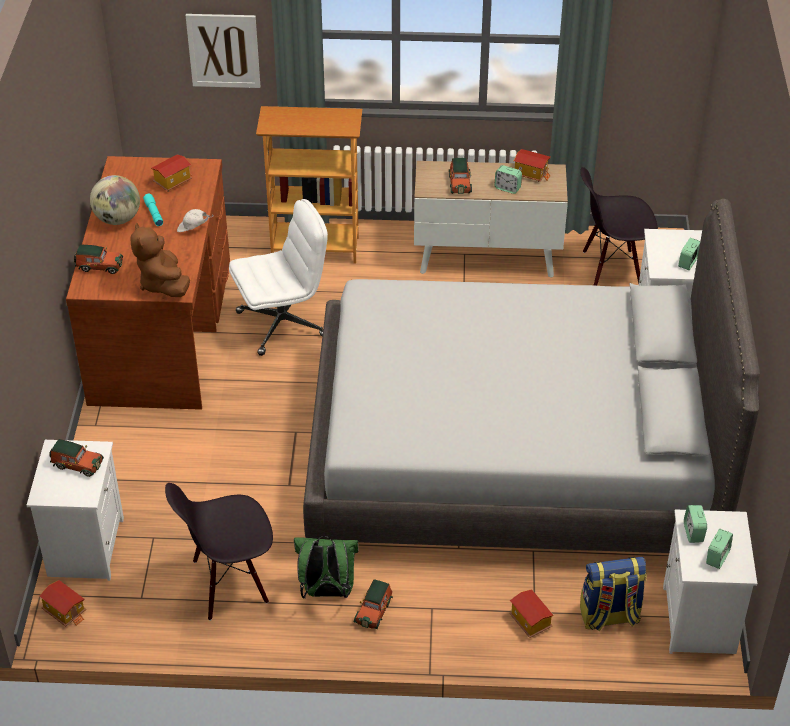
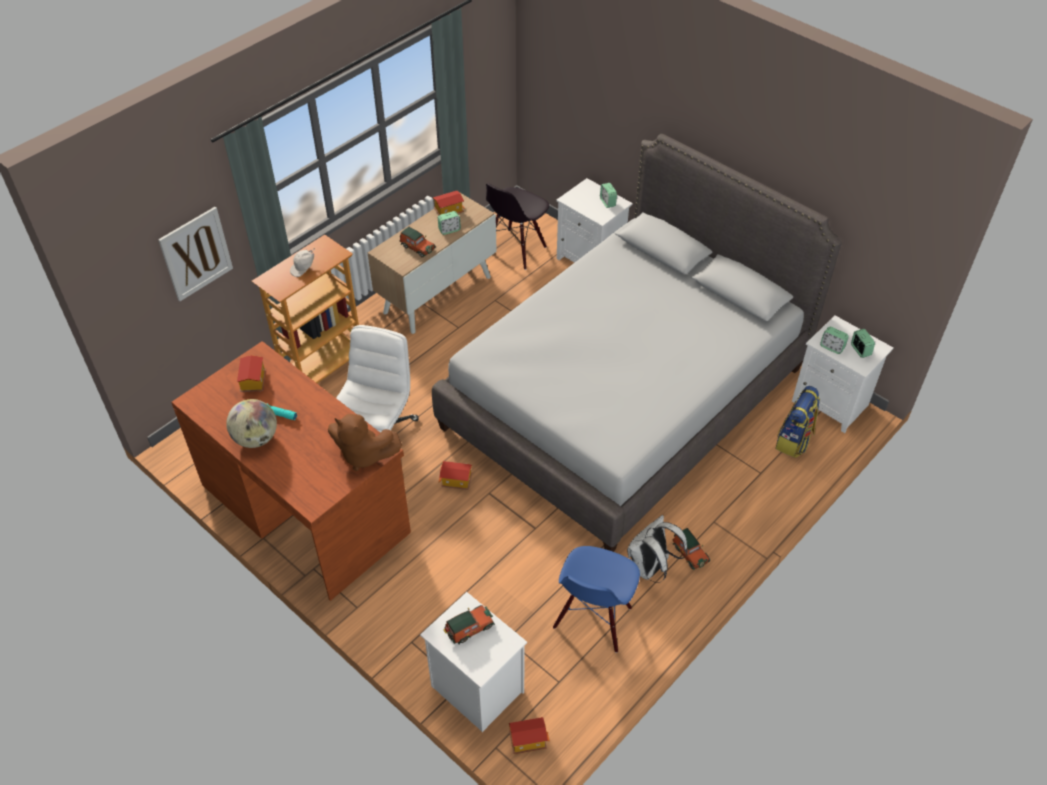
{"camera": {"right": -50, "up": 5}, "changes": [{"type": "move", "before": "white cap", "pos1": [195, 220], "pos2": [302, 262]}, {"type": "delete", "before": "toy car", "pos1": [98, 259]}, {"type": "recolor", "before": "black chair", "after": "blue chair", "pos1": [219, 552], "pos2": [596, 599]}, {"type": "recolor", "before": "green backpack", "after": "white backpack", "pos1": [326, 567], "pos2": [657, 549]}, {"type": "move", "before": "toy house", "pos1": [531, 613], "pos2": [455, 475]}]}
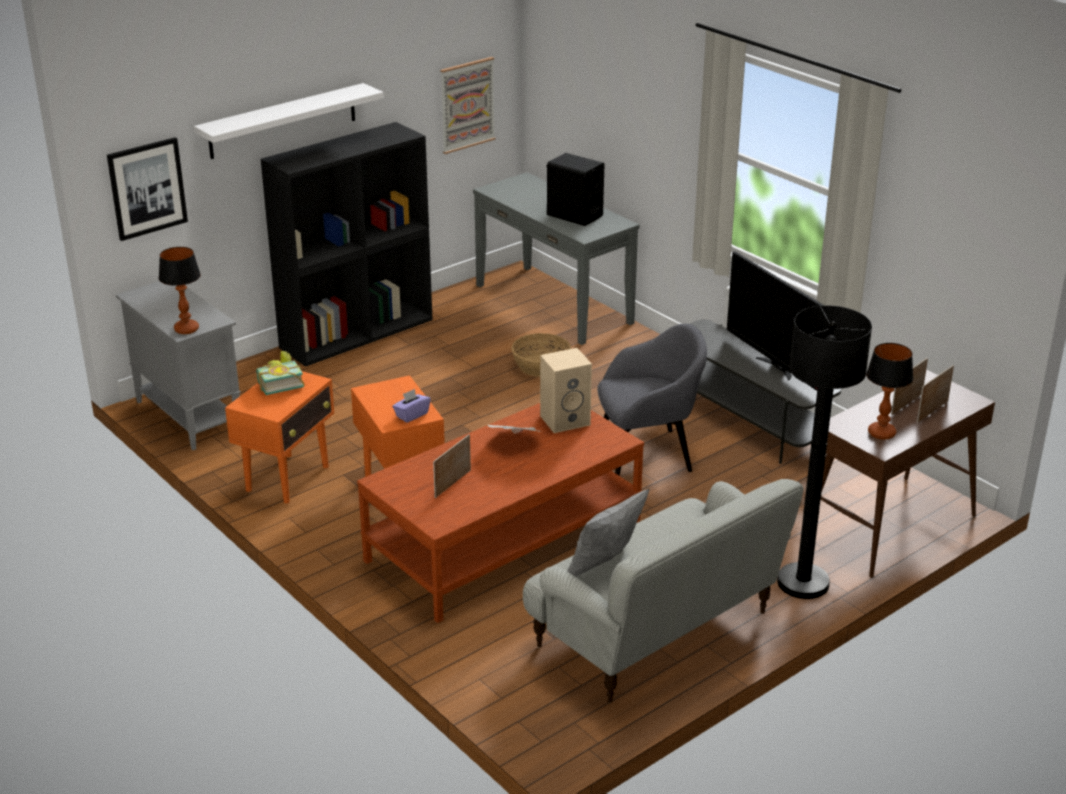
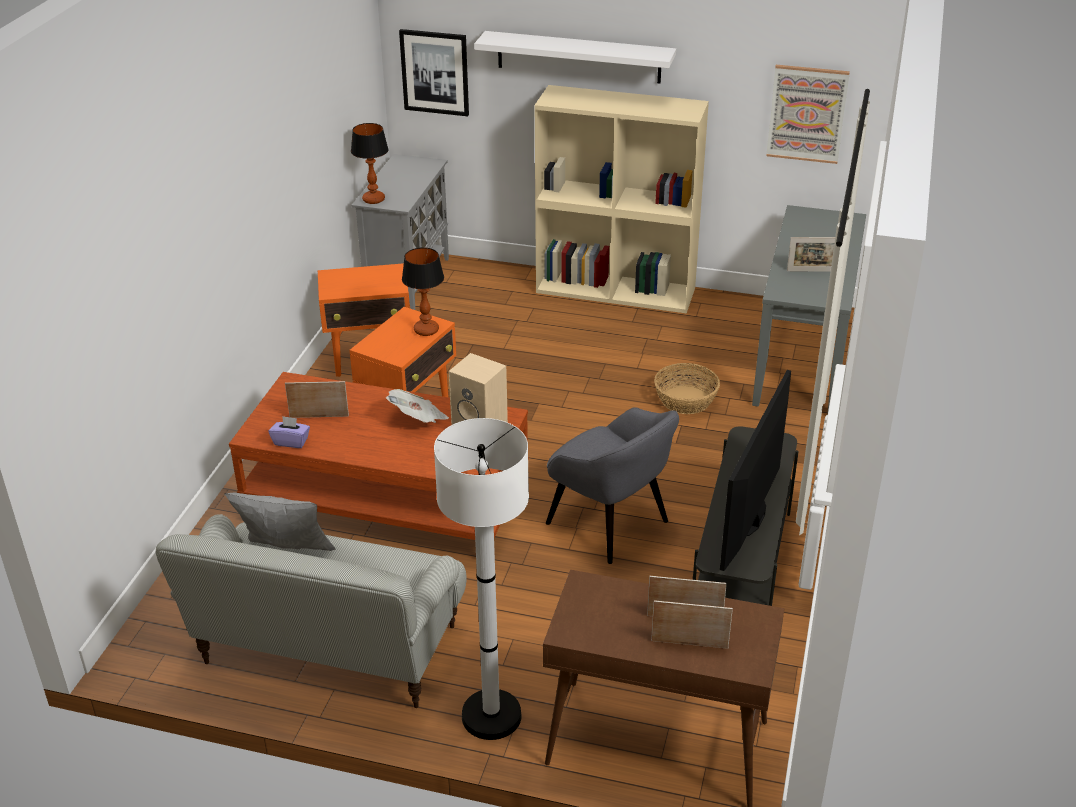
{"camera": {"right": 55, "up": 5}, "changes": [{"type": "recolor", "before": "black bookcase", "after": "beige bookcase", "pos1": [347, 244], "pos2": [622, 199]}, {"type": "replace", "before": "black speaker", "after": "picture frame", "pos1": [575, 189], "pos2": [811, 254]}, {"type": "recolor", "before": "black floor lamp", "after": "white floor lamp", "pos1": [824, 452], "pos2": [481, 579]}, {"type": "move", "before": "table lamp", "pos1": [890, 391], "pos2": [423, 291]}, {"type": "delete", "before": "book", "pos1": [280, 373]}, {"type": "move", "before": "purple tissue box", "pos1": [411, 406], "pos2": [289, 432]}]}
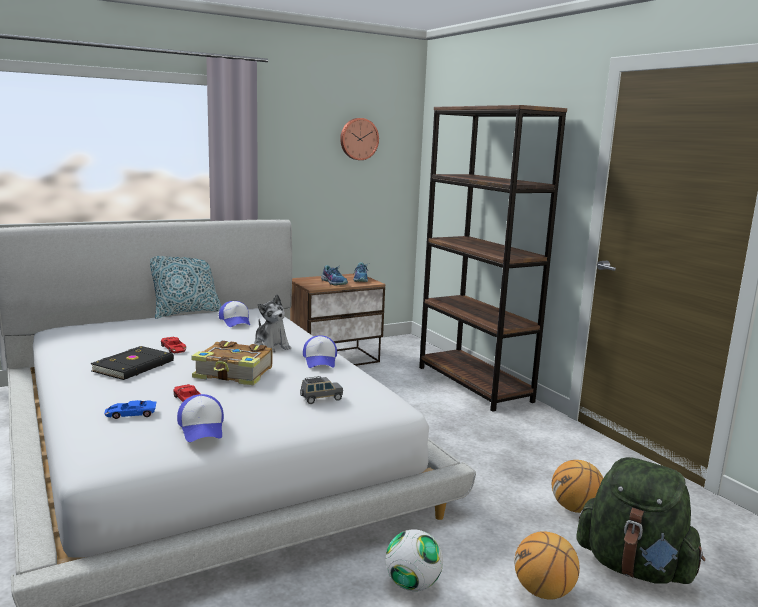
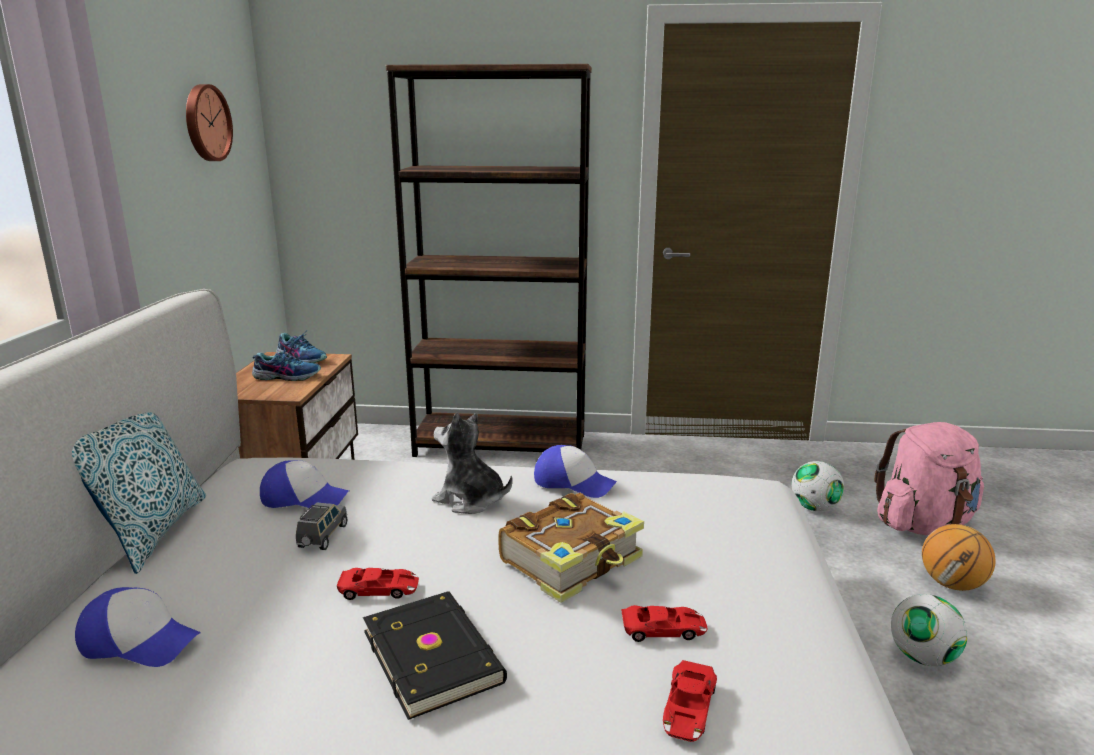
{"camera": {"right": -55, "up": 5}, "changes": [{"type": "rotate", "before": "plush toy", "pos1": [272, 323], "pos2": [472, 463], "turn": -150}, {"type": "move", "before": "grey toy car", "pos1": [321, 390], "pos2": [321, 526]}, {"type": "move", "before": "cap", "pos1": [200, 418], "pos2": [138, 627]}, {"type": "recolor", "before": "blue toy car", "after": "red toy car", "pos1": [130, 409], "pos2": [690, 701]}, {"type": "recolor", "before": "green backpack", "after": "pink backpack", "pos1": [641, 520], "pos2": [929, 478]}, {"type": "replace", "before": "basketball", "after": "football", "pos1": [577, 486], "pos2": [818, 486]}]}
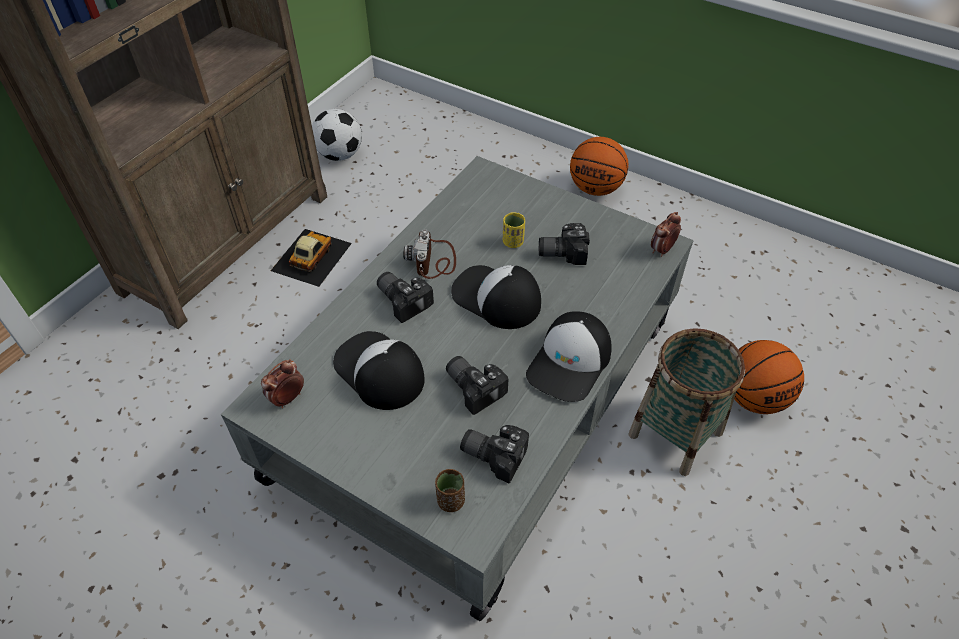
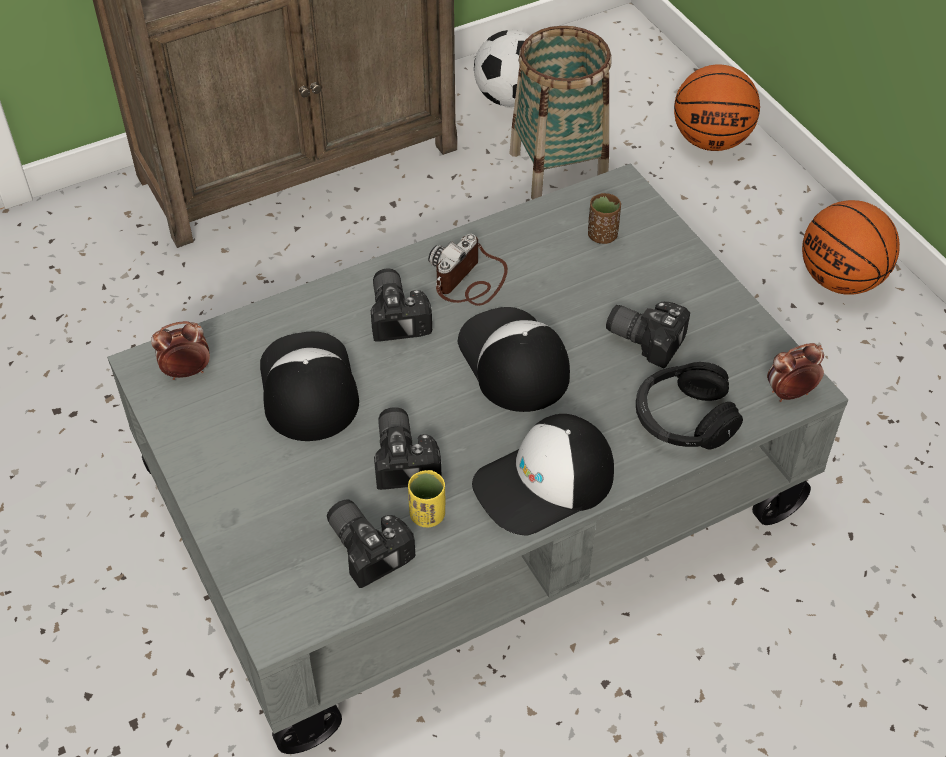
{"camera": {"right": 30, "up": 0}, "changes": [{"type": "move", "before": "yellow cup", "pos1": [514, 230], "pos2": [426, 498]}, {"type": "delete", "before": "toy car", "pos1": [311, 258]}, {"type": "move", "before": "basket", "pos1": [686, 402], "pos2": [560, 112]}, {"type": "move", "before": "basketball", "pos1": [769, 377], "pos2": [717, 108]}, {"type": "move", "before": "brown cup", "pos1": [450, 490], "pos2": [604, 218]}, {"type": "insert", "after": "black headphones", "pos2": [689, 405]}]}
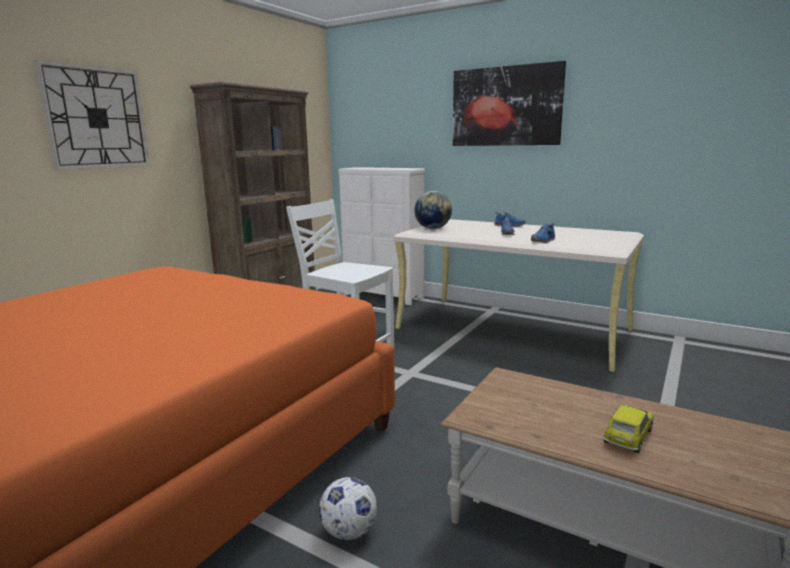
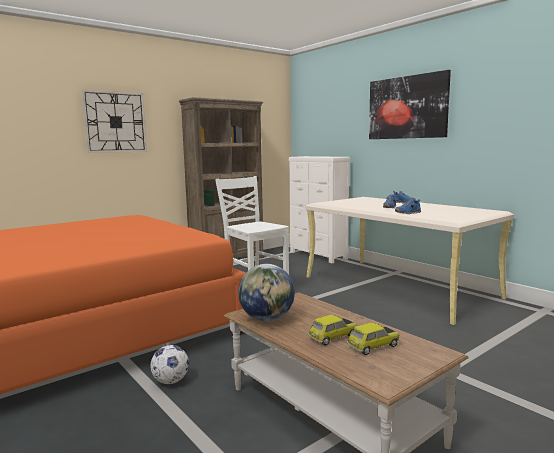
{"camera": {"right": 20, "up": -5}, "changes": [{"type": "move", "before": "globe", "pos1": [433, 210], "pos2": [266, 292]}, {"type": "insert", "after": "toy car", "pos2": [373, 338]}]}
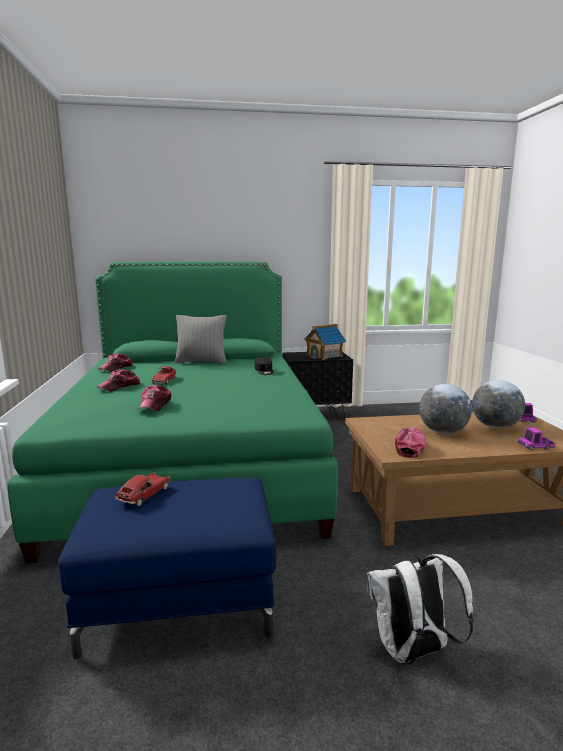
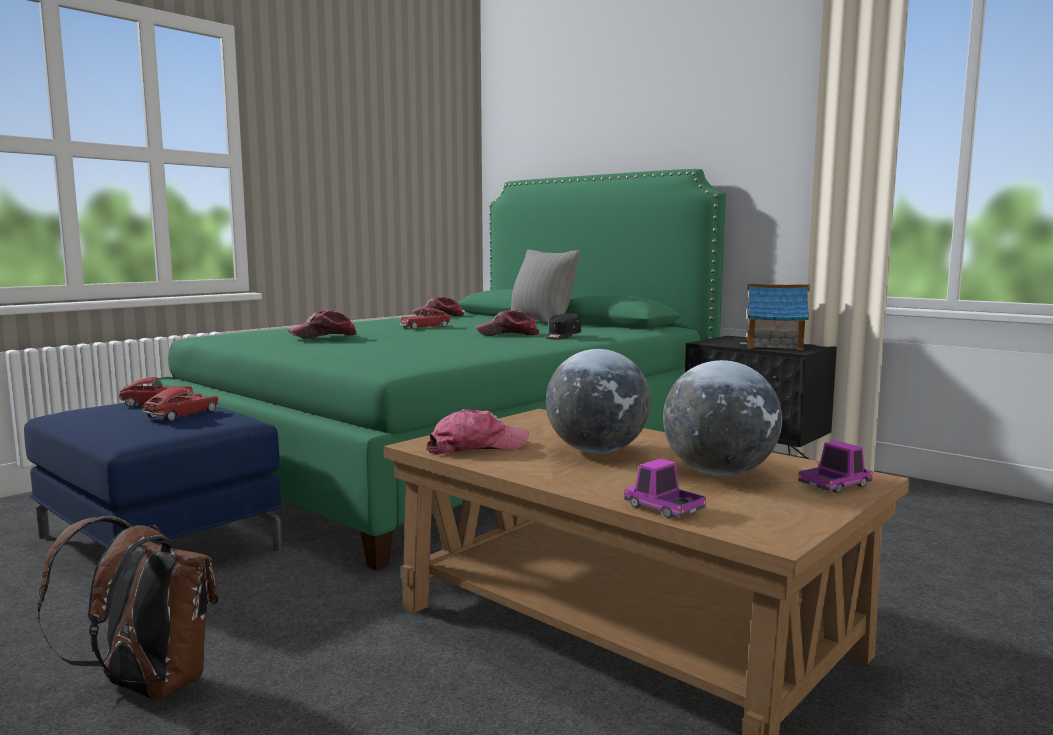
{"camera": {"right": 50, "up": -5}, "changes": [{"type": "move", "before": "cap", "pos1": [119, 380], "pos2": [508, 323]}, {"type": "recolor", "before": "white backpack", "after": "brown backpack", "pos1": [420, 609], "pos2": [127, 607]}, {"type": "insert", "after": "toy car", "pos2": [180, 404]}]}
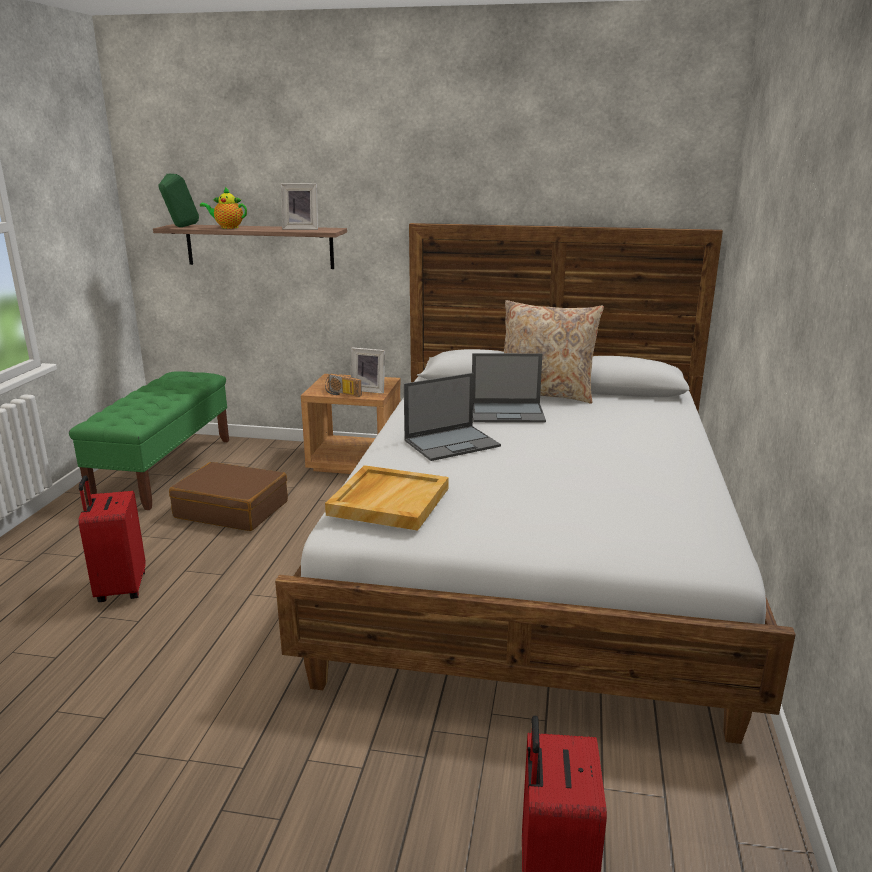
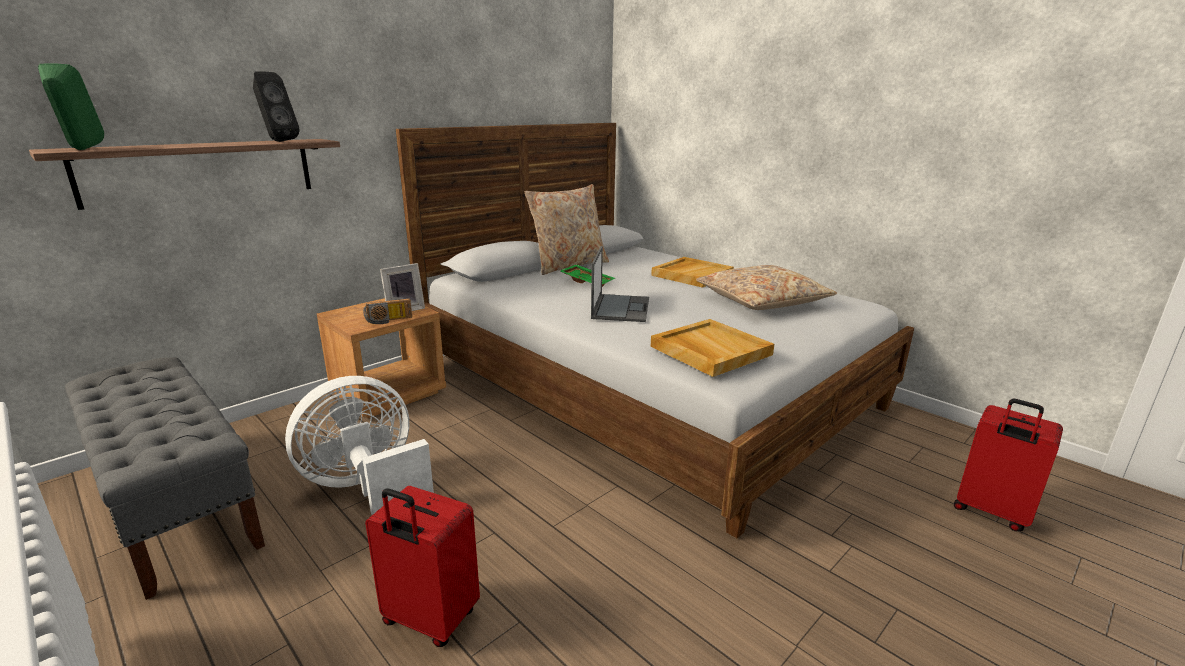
{"camera": {"right": -55, "up": 0}, "changes": [{"type": "replace", "before": "picture frame", "after": "black speaker", "pos1": [299, 207], "pos2": [276, 106]}, {"type": "delete", "before": "teapot", "pos1": [223, 208]}, {"type": "replace", "before": "laptop", "after": "green tray", "pos1": [509, 388], "pos2": [587, 275]}, {"type": "recolor", "before": "green bench", "after": "grey bench", "pos1": [149, 440], "pos2": [165, 478]}, {"type": "replace", "before": "brown suitcase", "after": "white fan", "pos1": [228, 496], "pos2": [359, 445]}, {"type": "insert", "after": "beige tray", "pos2": [692, 272]}, {"type": "insert", "after": "beige pillow", "pos2": [766, 287]}]}
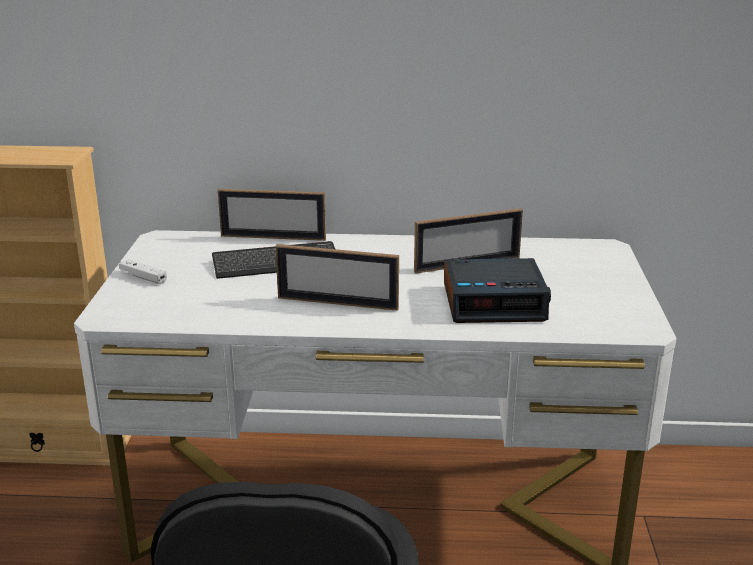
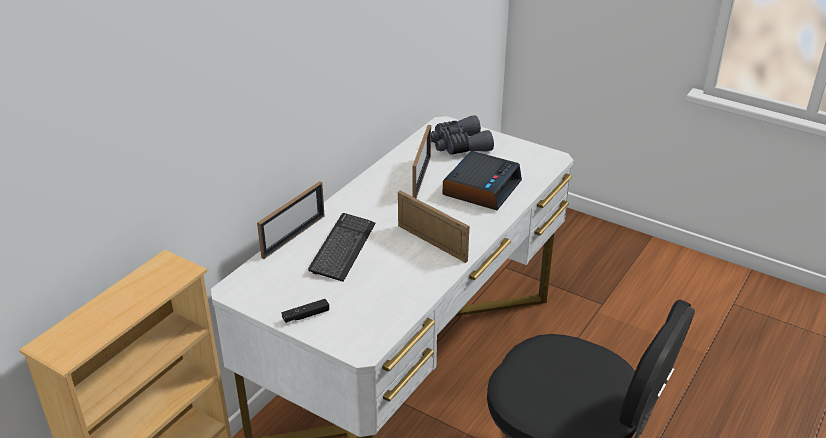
{"camera": {"right": -60, "up": 10}, "changes": [{"type": "rotate", "before": "picture frame", "pos1": [337, 277], "pos2": [433, 226], "turn": -90}, {"type": "recolor", "before": "white game controller", "after": "black game controller", "pos1": [143, 271], "pos2": [305, 311]}, {"type": "insert", "after": "grey binoculars", "pos2": [462, 135]}]}
